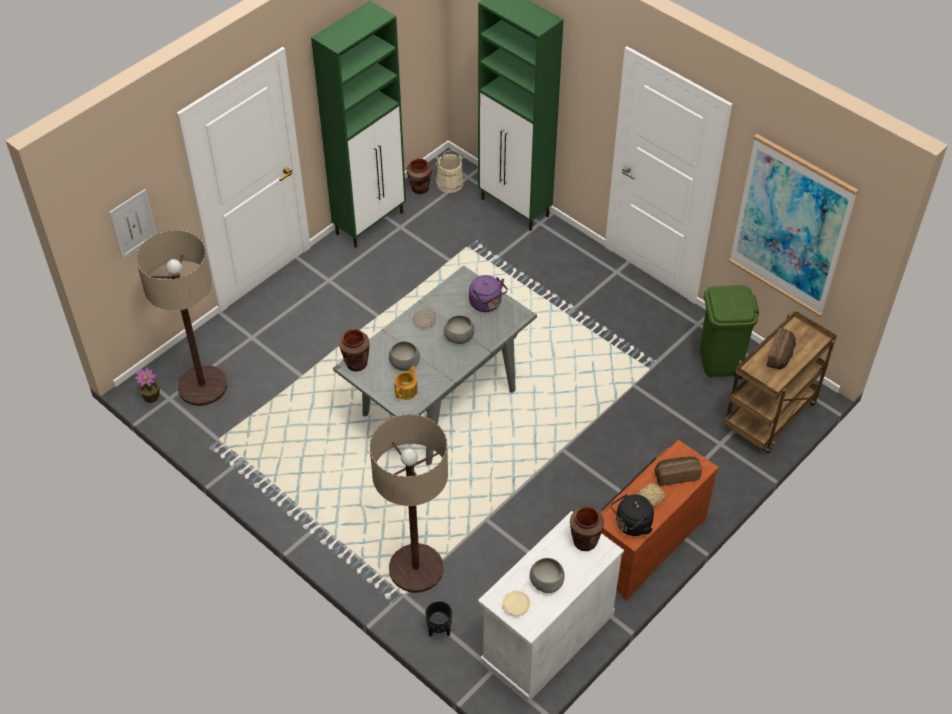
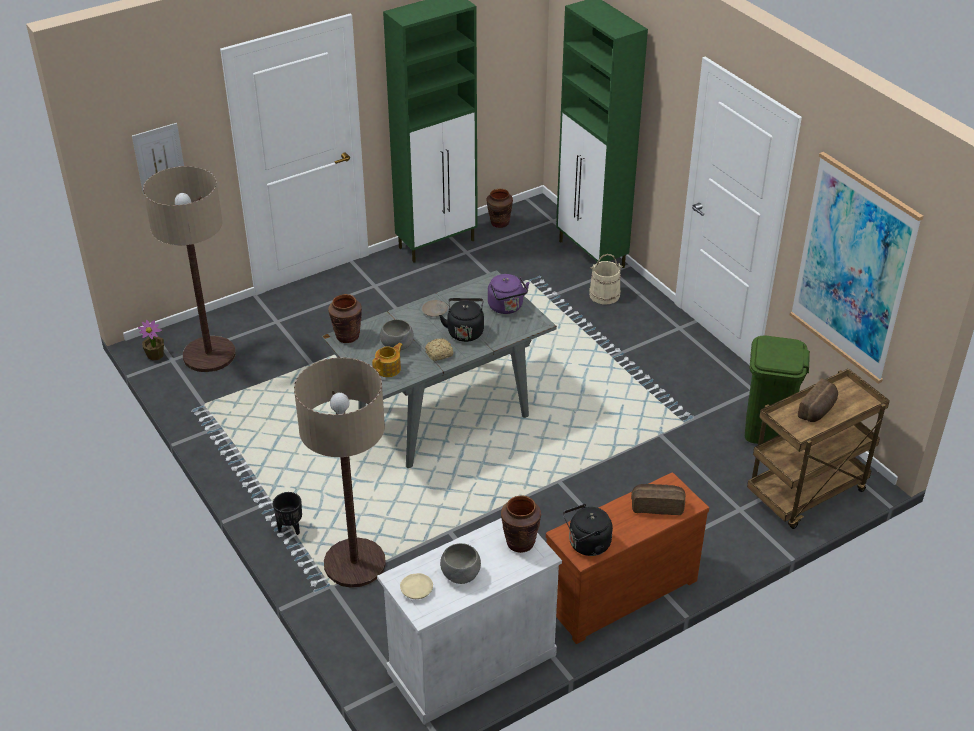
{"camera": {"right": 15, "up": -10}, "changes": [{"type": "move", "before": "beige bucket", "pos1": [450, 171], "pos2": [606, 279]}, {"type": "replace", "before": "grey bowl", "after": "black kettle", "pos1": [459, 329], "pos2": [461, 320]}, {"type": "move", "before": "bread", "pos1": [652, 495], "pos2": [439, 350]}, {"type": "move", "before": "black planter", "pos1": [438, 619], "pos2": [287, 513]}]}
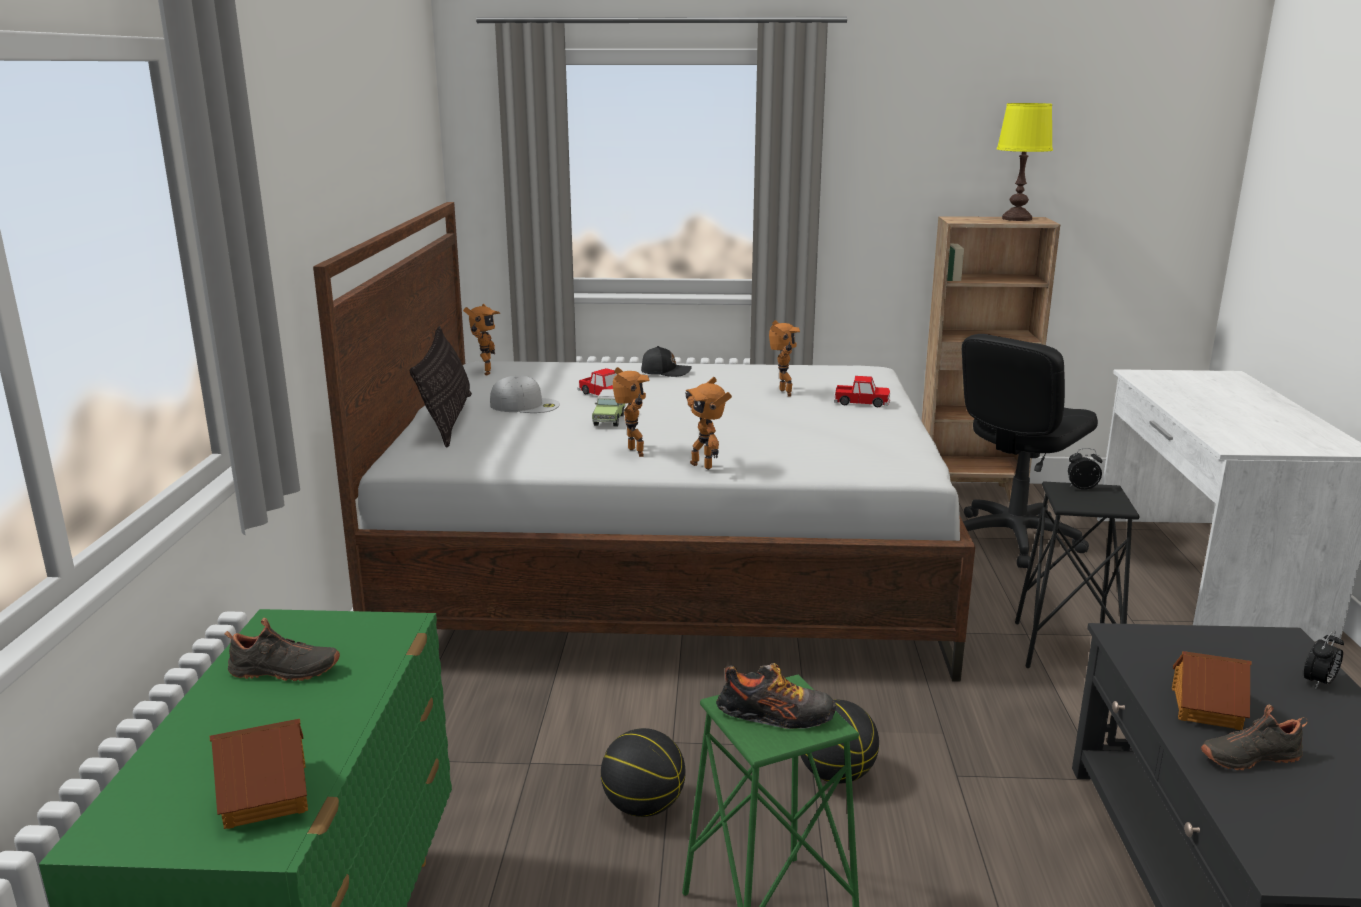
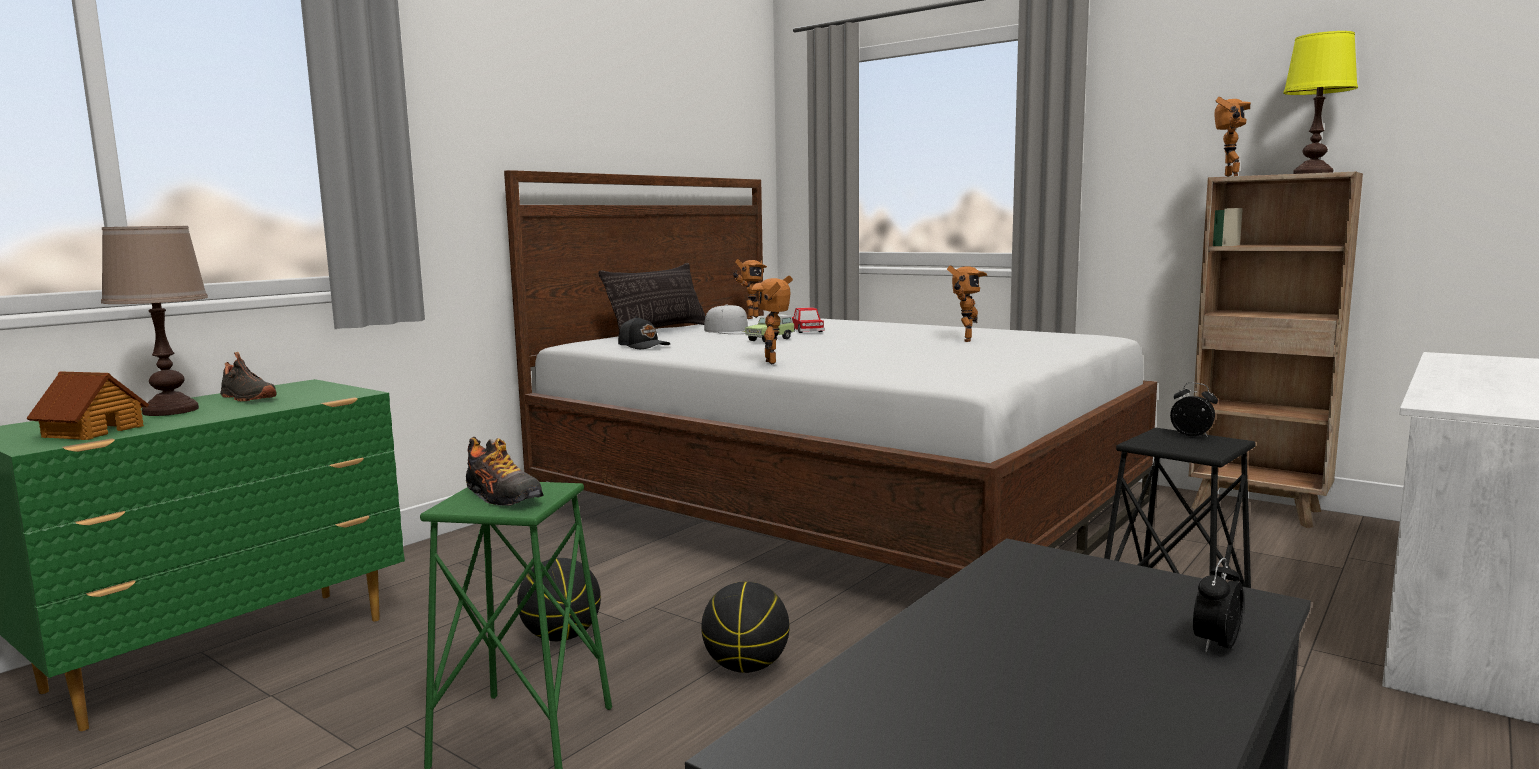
{"camera": {"right": 35, "up": -10}, "changes": [{"type": "delete", "before": "black office chair", "pos1": [1030, 451]}, {"type": "move", "before": "black cap", "pos1": [666, 361], "pos2": [644, 332]}, {"type": "move", "before": "toy robot", "pos1": [631, 412], "pos2": [1232, 137]}, {"type": "delete", "before": "toy car", "pos1": [862, 391]}, {"type": "rotate", "before": "alarm clock", "pos1": [1324, 660], "pos2": [1218, 605], "turn": 135}, {"type": "delete", "before": "toy house", "pos1": [1211, 690]}, {"type": "delete", "before": "black shoe", "pos1": [1254, 737]}, {"type": "insert", "after": "brown table lamp", "pos2": [154, 321]}]}
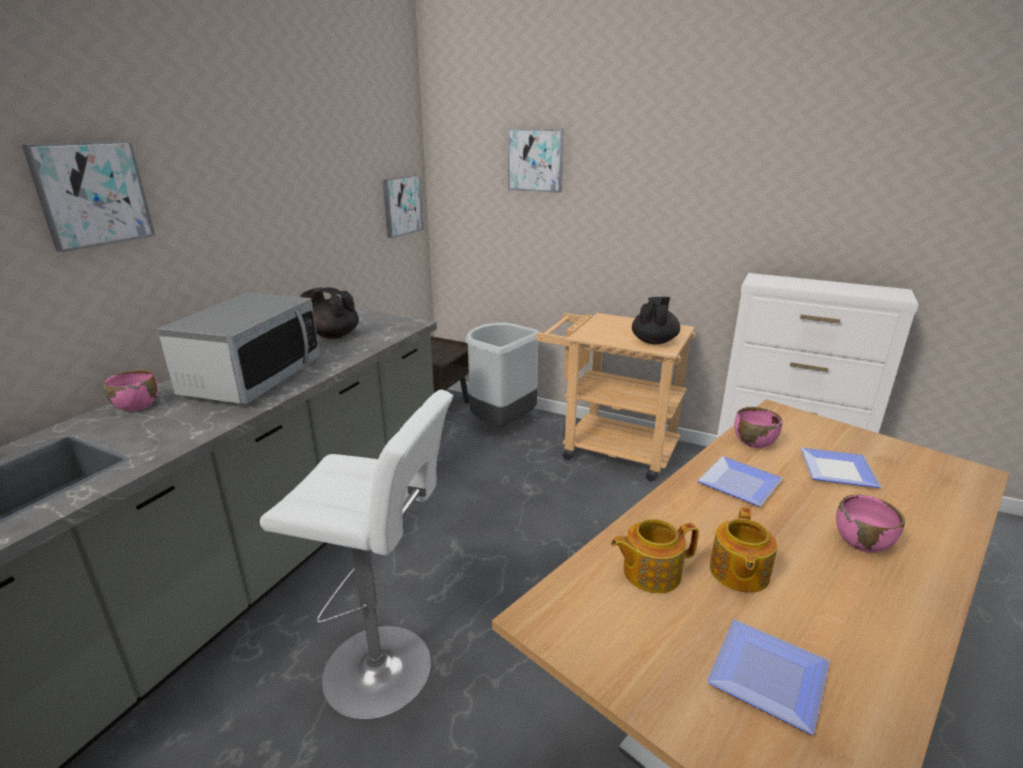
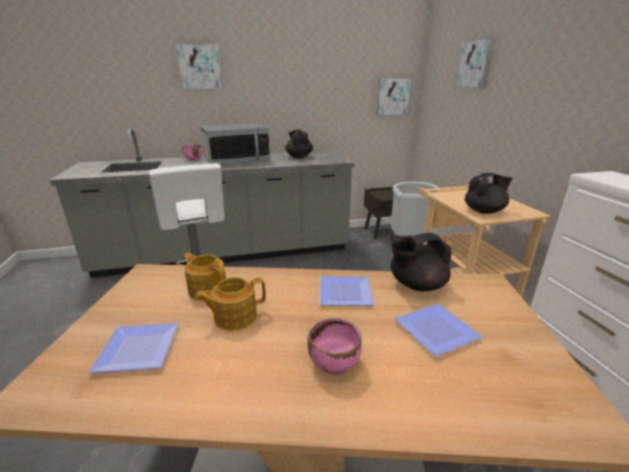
{"camera": {"right": 50, "up": 0}, "changes": [{"type": "replace", "before": "pink bowl", "after": "black teapot", "pos1": [758, 427], "pos2": [421, 262]}]}
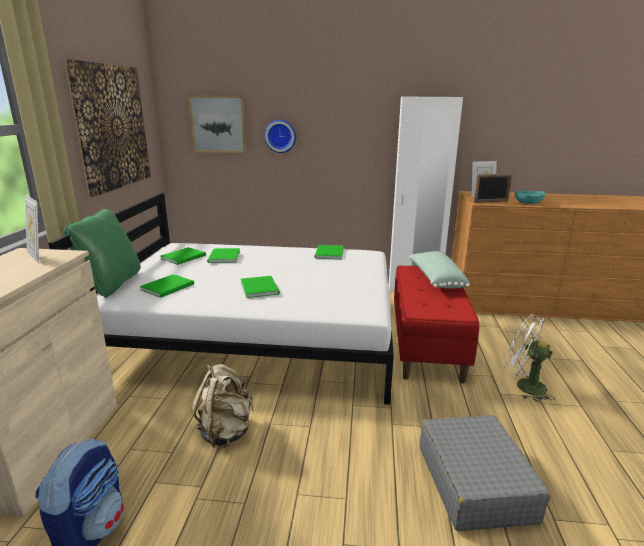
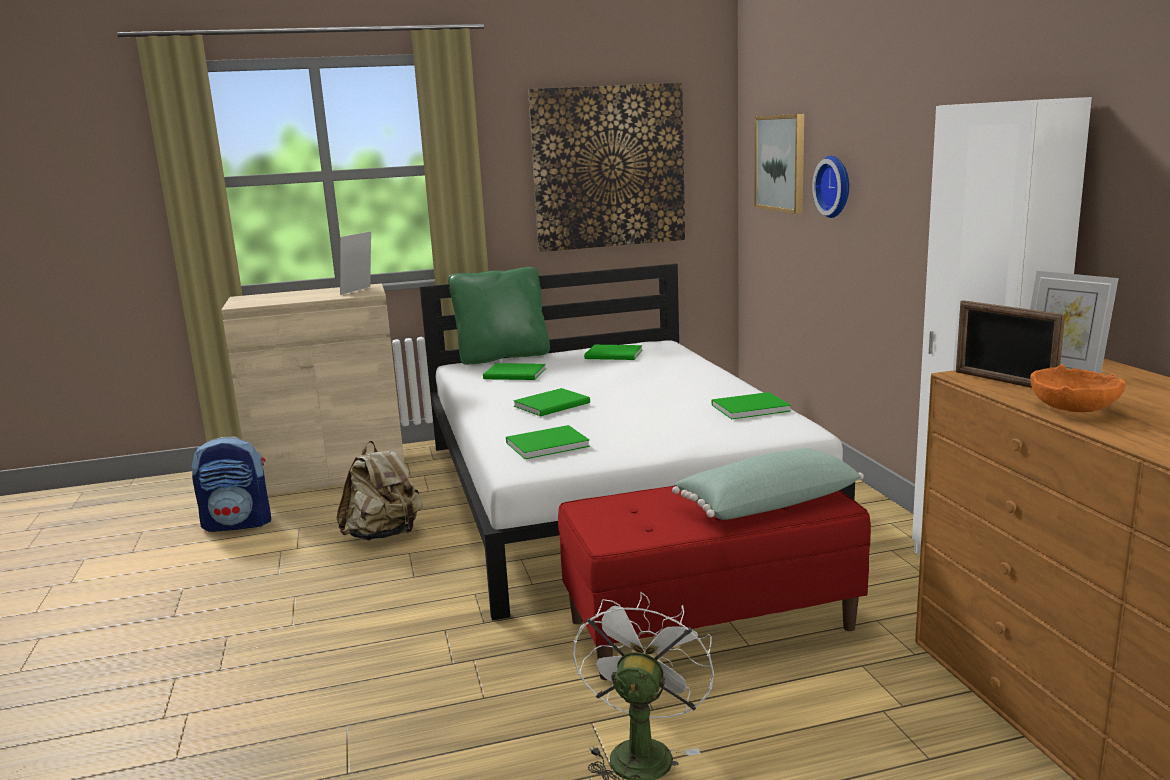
{"camera": {"right": 70, "up": -5}, "changes": [{"type": "recolor", "before": "turquoise bowl", "after": "orange bowl", "pos1": [530, 197], "pos2": [1078, 388]}, {"type": "move", "before": "green book", "pos1": [223, 255], "pos2": [548, 442]}, {"type": "delete", "before": "grey suitcase", "pos1": [485, 473]}]}
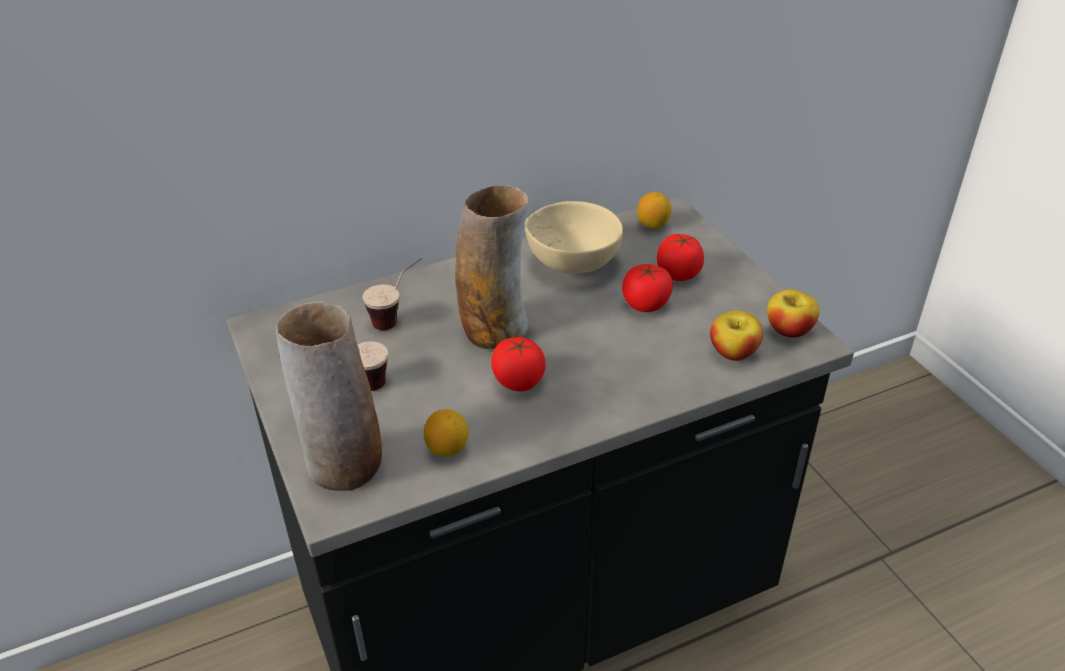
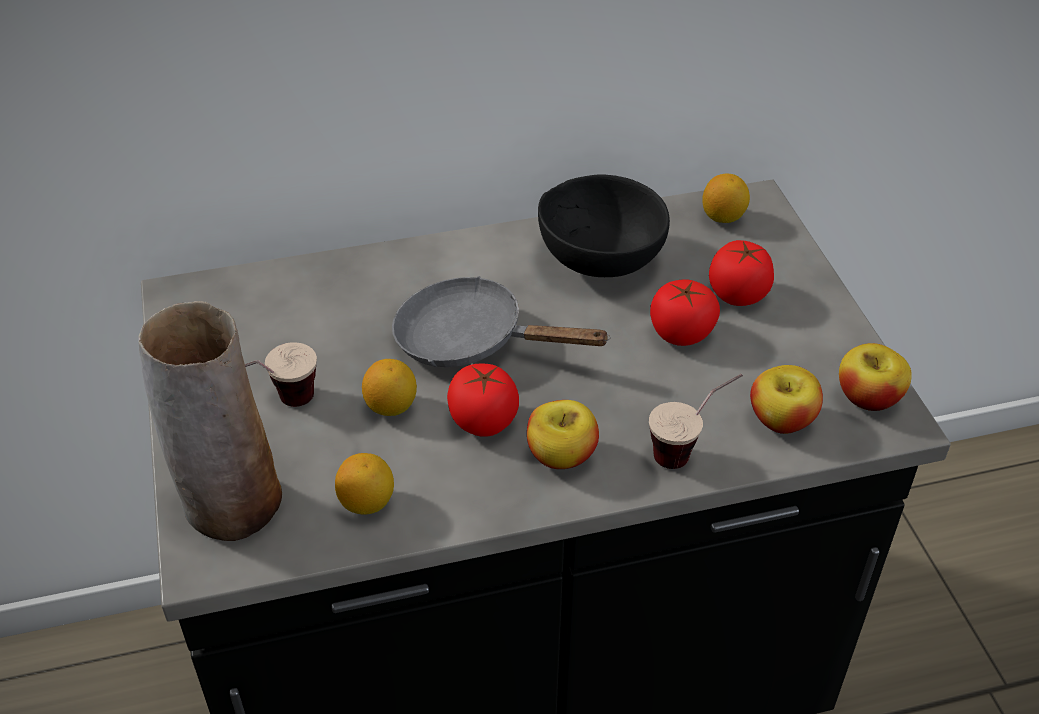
{"camera": {"right": 10, "up": 5}, "changes": [{"type": "replace", "before": "vase", "after": "grey frying pan", "pos1": [491, 267], "pos2": [501, 321]}, {"type": "recolor", "before": "beige bowl", "after": "black bowl", "pos1": [574, 237], "pos2": [604, 226]}, {"type": "move", "before": "cup", "pos1": [392, 294], "pos2": [696, 421]}, {"type": "insert", "after": "lemon", "pos2": [389, 387]}, {"type": "insert", "after": "apple", "pos2": [563, 434]}]}
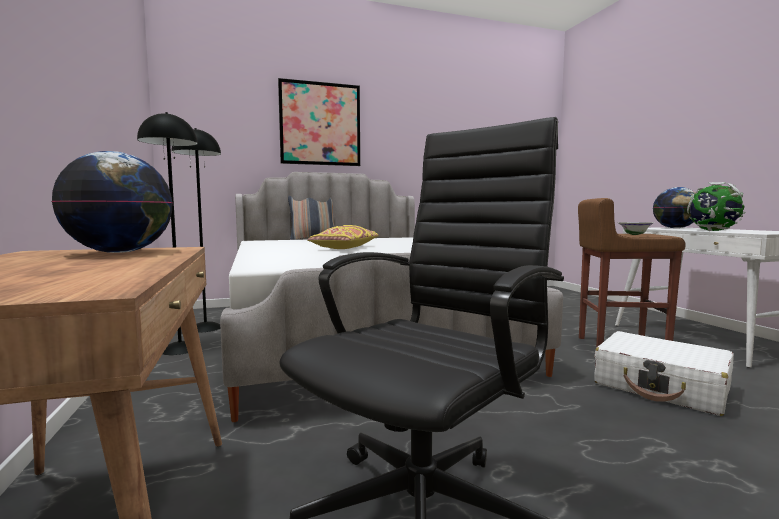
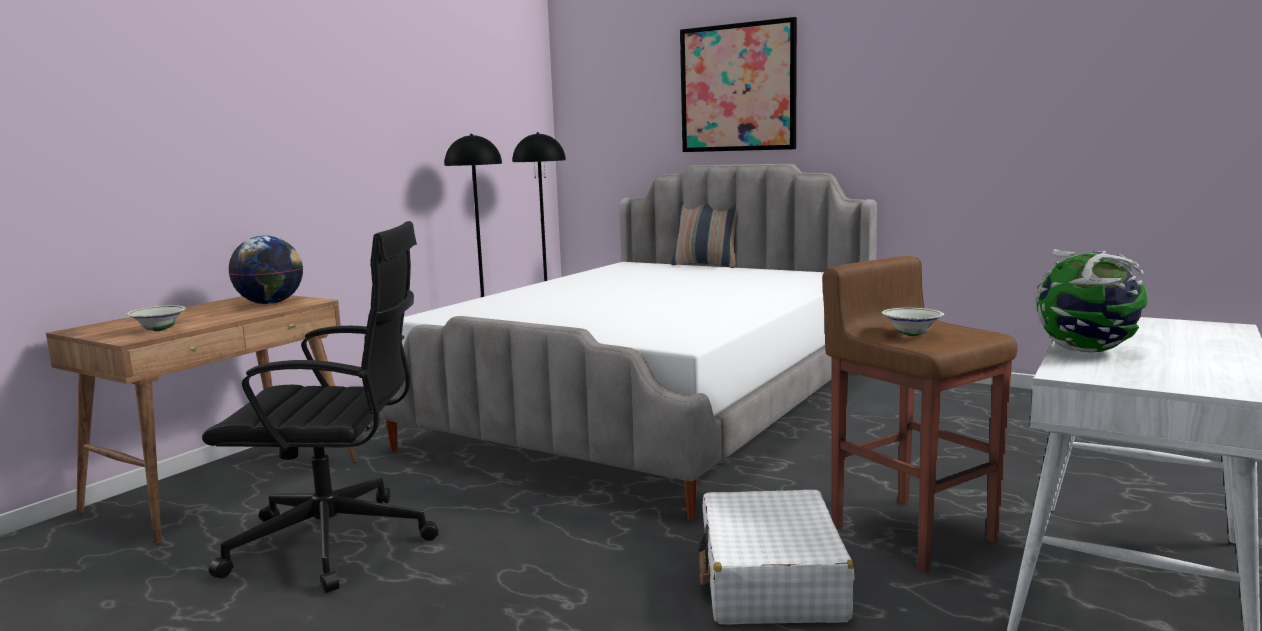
{"camera": {"right": 50, "up": 5}, "changes": [{"type": "delete", "before": "globe", "pos1": [674, 207]}, {"type": "delete", "before": "yellow pillow", "pos1": [343, 237]}, {"type": "insert", "after": "white bowl", "pos2": [156, 318]}]}
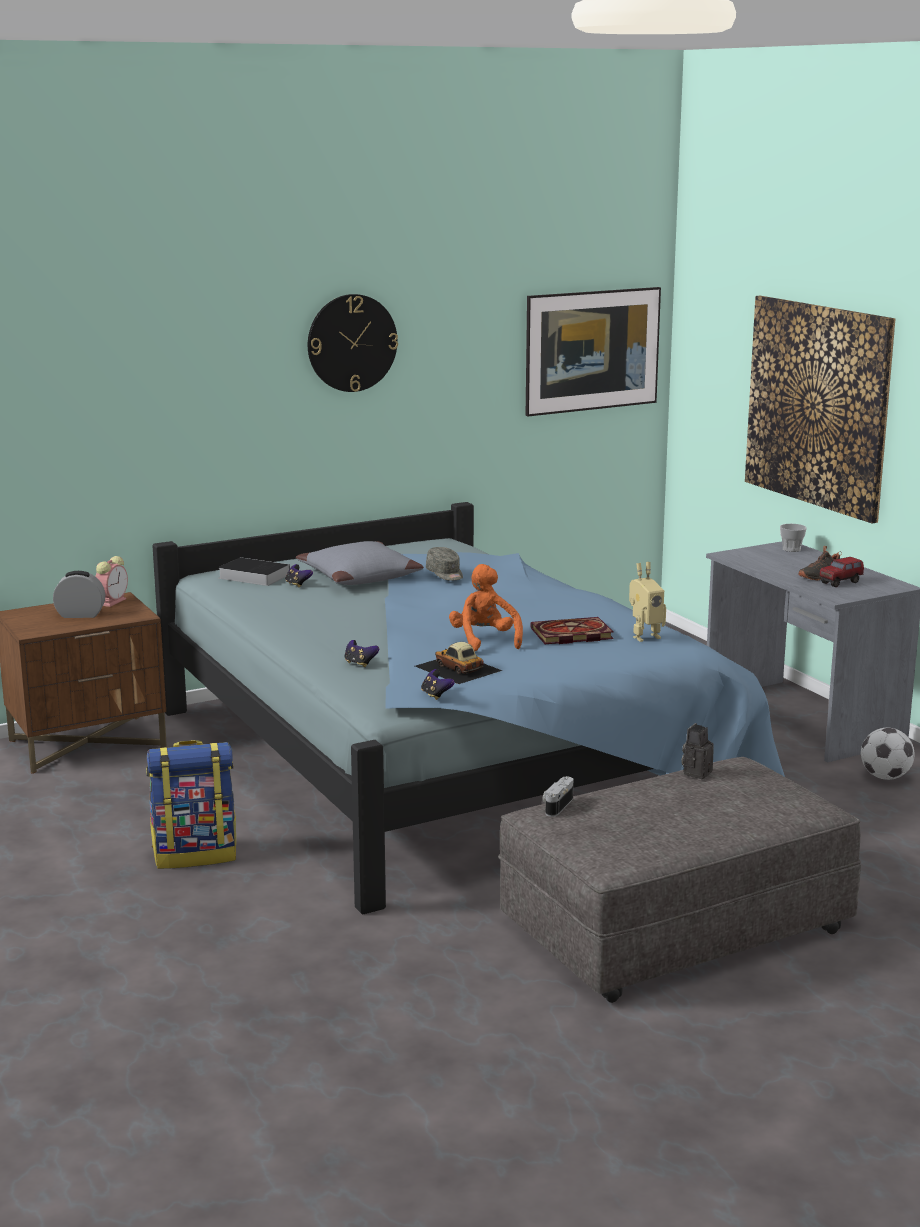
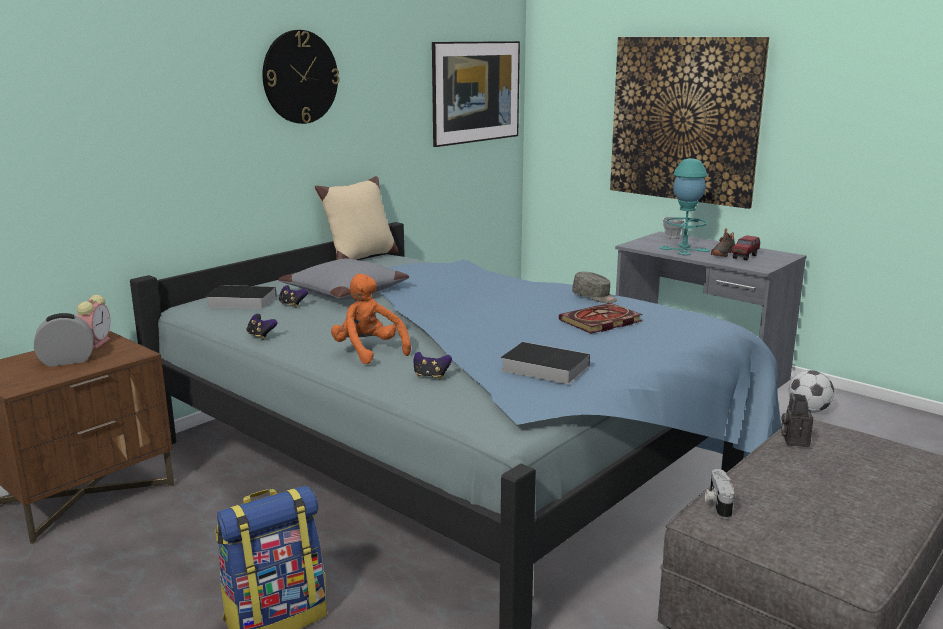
{"camera": {"right": -20, "up": 0}, "changes": [{"type": "move", "before": "grey cap", "pos1": [444, 564], "pos2": [594, 287]}, {"type": "delete", "before": "toy robot", "pos1": [647, 602]}, {"type": "move", "before": "orange plush toy", "pos1": [486, 607], "pos2": [371, 319]}, {"type": "replace", "before": "toy car", "after": "book", "pos1": [458, 663], "pos2": [545, 363]}, {"type": "move", "before": "game controller", "pos1": [438, 684], "pos2": [262, 326]}, {"type": "insert", "after": "turquoise table lamp", "pos2": [684, 206]}, {"type": "insert", "after": "beige pillow", "pos2": [356, 218]}]}
